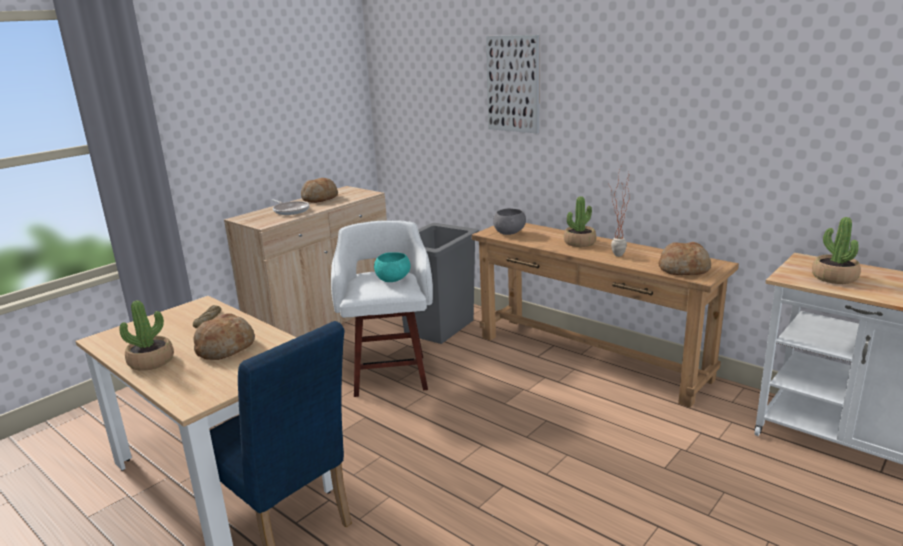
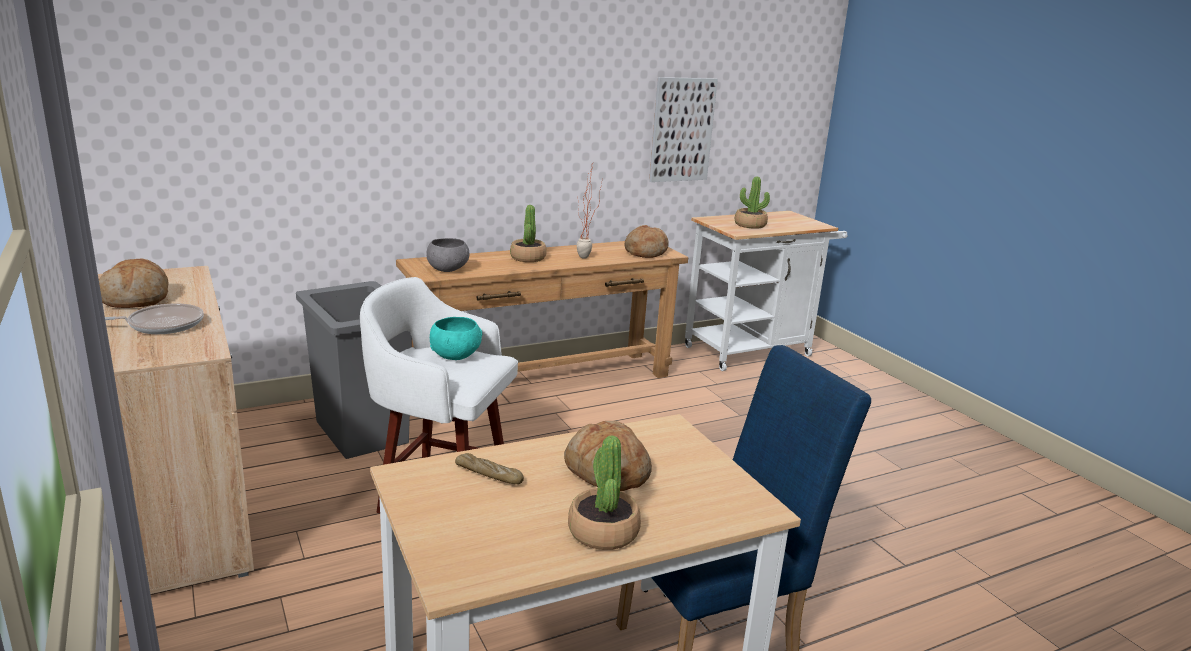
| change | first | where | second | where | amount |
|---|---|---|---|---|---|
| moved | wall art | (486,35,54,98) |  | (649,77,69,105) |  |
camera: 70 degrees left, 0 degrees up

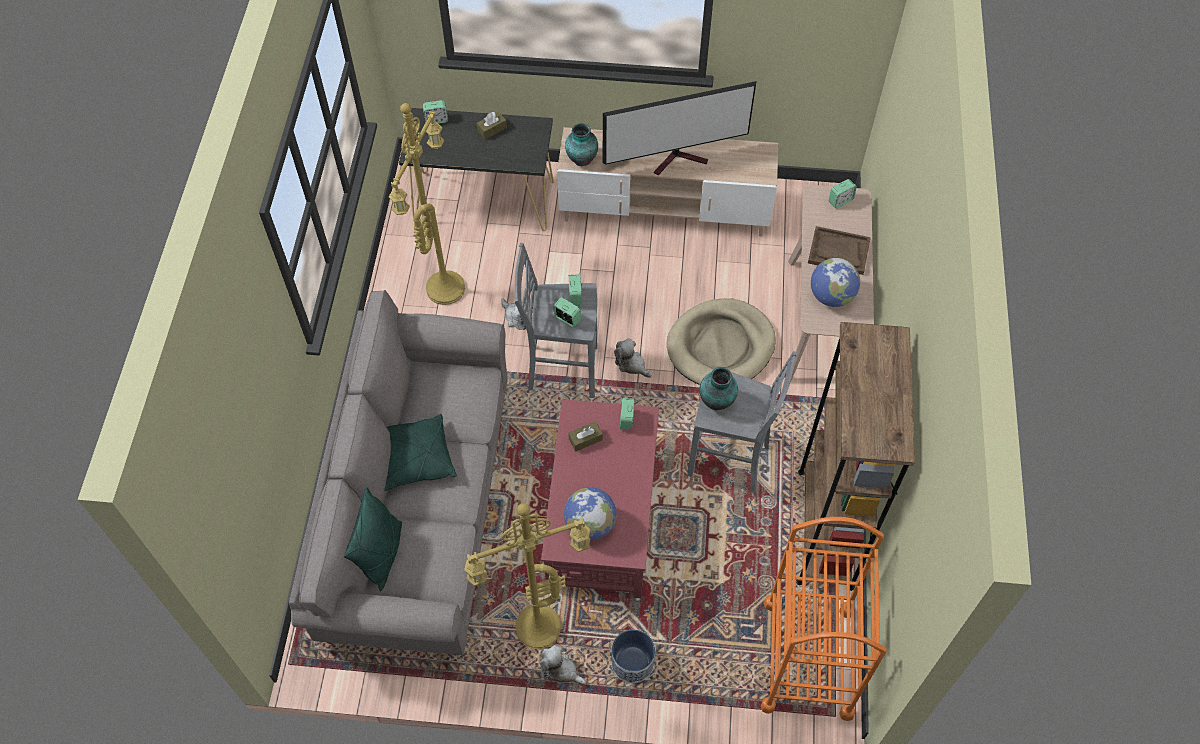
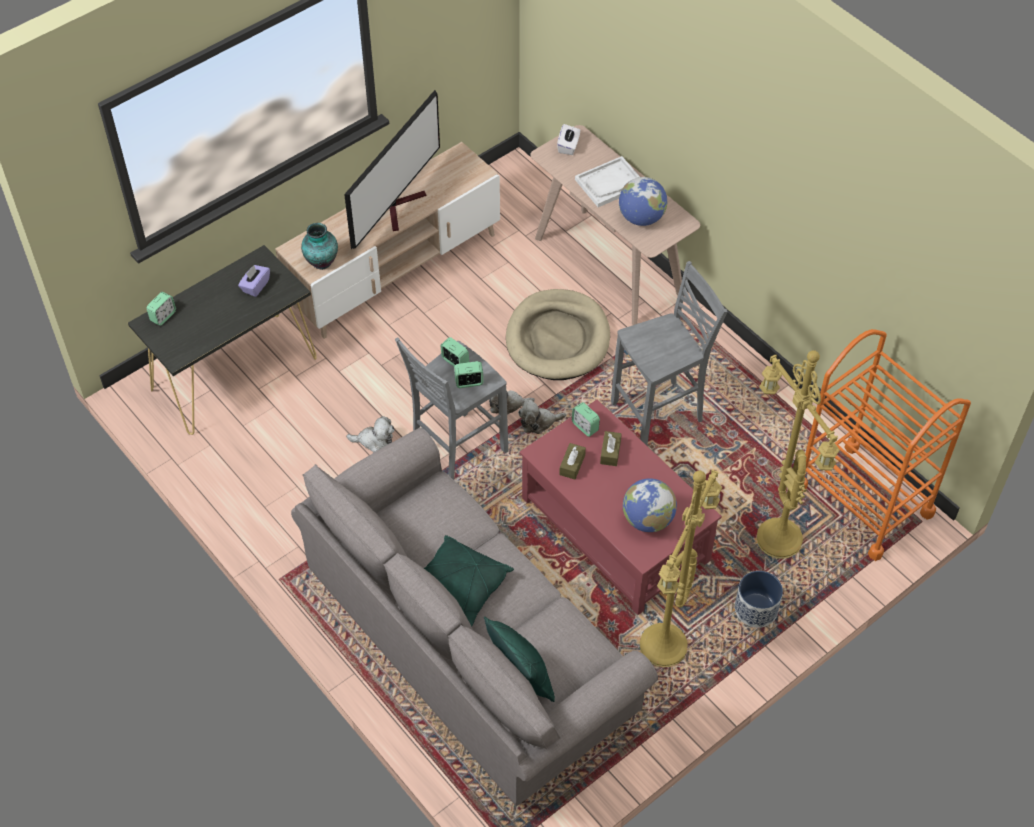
| change | first | where | second | where | amount |
|---|---|---|---|---|---|
| moved | yellow-coloured floor lamp | (389,103,76,202) |  | (756,350,84,209) |  |
| moved | brown-coloured box of tissues | (477,112,30,27) |  | (600,431,22,35) |  |
| replaced | bedside clock | (829,179,28,29) | whitish box of tissues | (557,124,23,31) |  |
| recoloured | brown-coloured serving tray | (808,226,63,49) | whitish serving tray | (575,156,65,51) |  |
| removed | brown-coloured shelving unit | (796,322,119,269) |  |  |  |
| removed | decorative vase | (699,367,39,43) |  |  |  |
| moved | cuddly toy | (540,645,46,40) |  | (518,399,48,35) |  |
| added |  |  | purple box of tissues | (238,265,32,32) |  |
camera: 45 degrees left, 5 degrees down

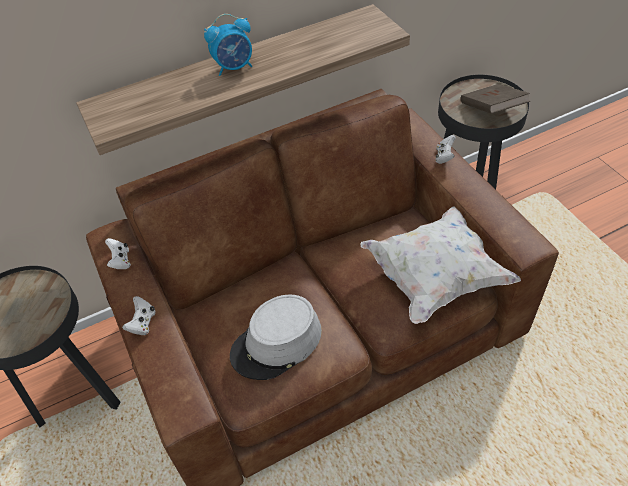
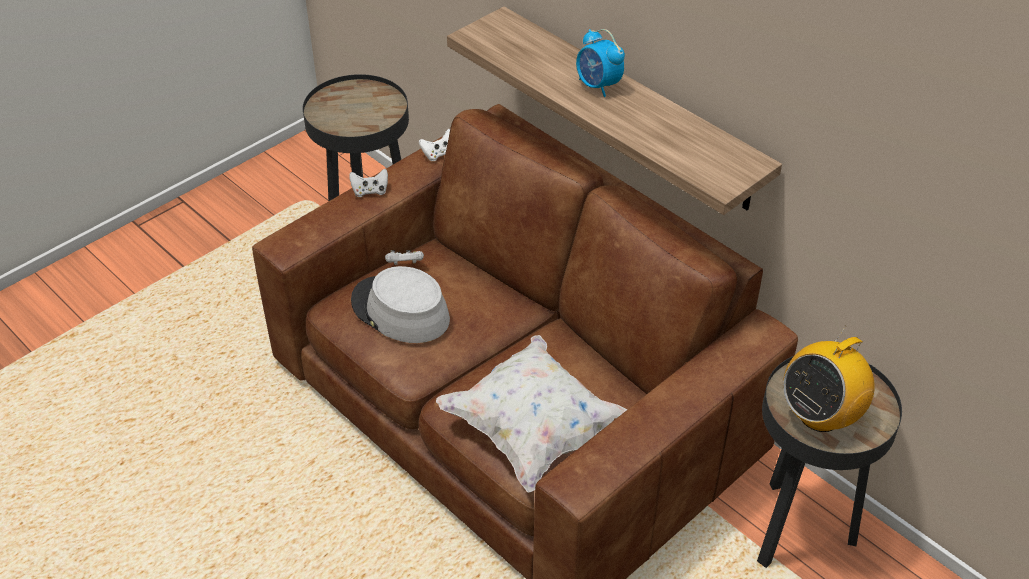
| change | first | where | second | where | amount |
|---|---|---|---|---|---|
| replaced | brown-coloured bound book | (460,84,70,30) | radio receiver | (783,325,92,107) |  |
| moved | whitish gamepad | (435,135,21,29) |  | (385,250,39,15) |  |
camera: 70 degrees right, 5 degrees down

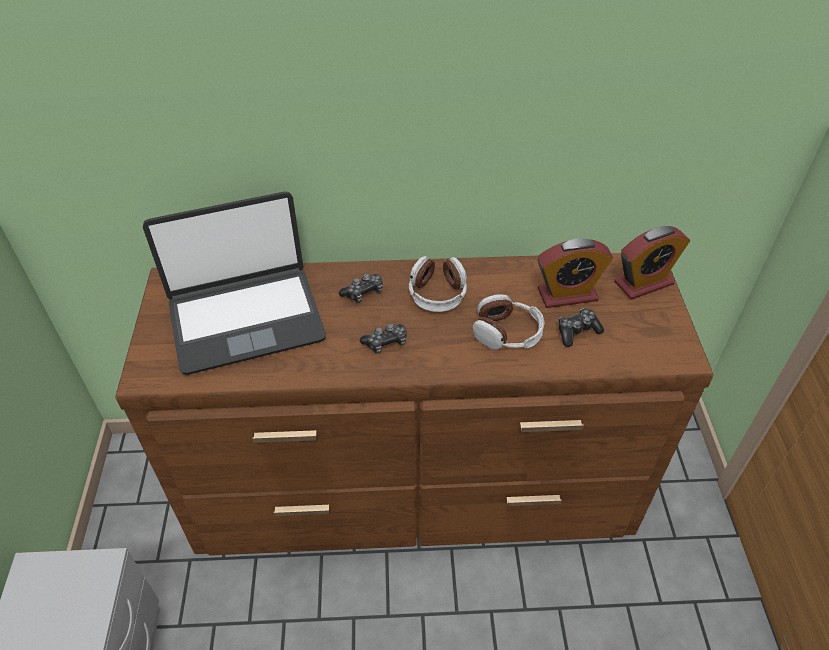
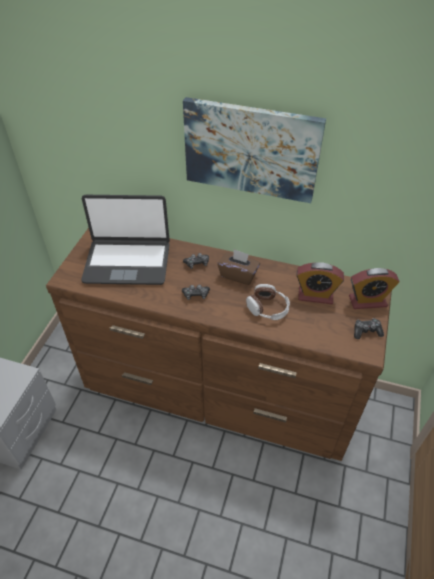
| change | first | where | second | where | amount |
|---|---|---|---|---|---|
| replaced | headphones | (409,256,58,56) | brown-coloured box of tissues | (217,249,43,36) |  |
| moved | gamepad | (559,308,45,39) |  | (354,318,30,21) |  |
| added |  |  | wall art | (183,97,143,106) |  |
camera: 20 degrees right, 0 degrees up

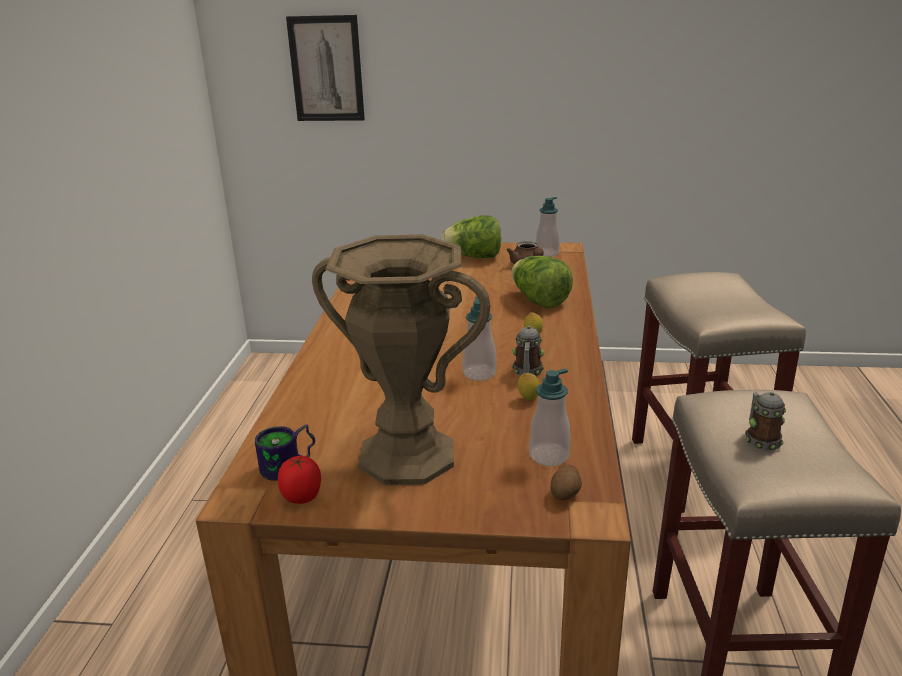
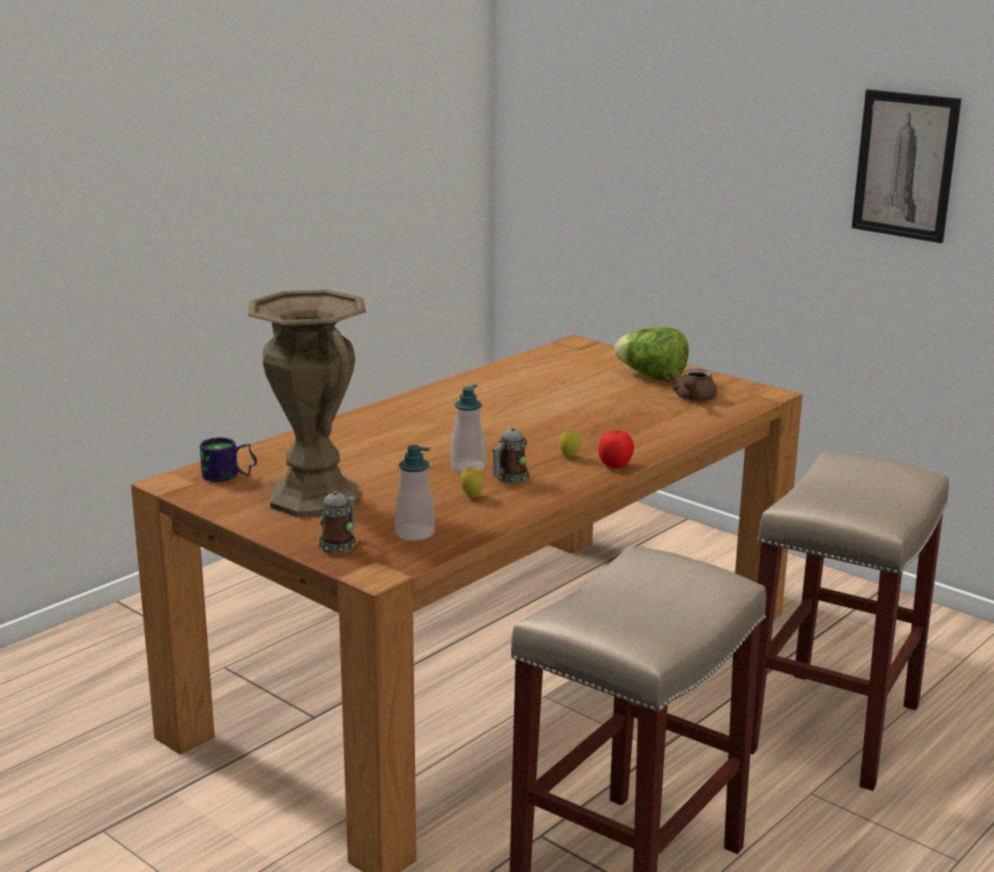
| change | first | where | second | where | amount |
|---|---|---|---|---|---|
| moved | wall art | (286,15,79,106) |  | (852,89,109,154) |  |
| removed | soap bottle | (536,197,24,60) |  |  |  |
| removed | lettuce | (511,256,62,53) |  |  |  |
| moved | coffee mug | (745,392,41,59) |  | (318,491,38,63) |  |
| moved | whole tomato | (278,456,43,48) |  | (598,430,36,38) |  |
| removed | potato | (550,464,32,36) |  |  |  |
camera: 35 degrees right, 5 degrees down

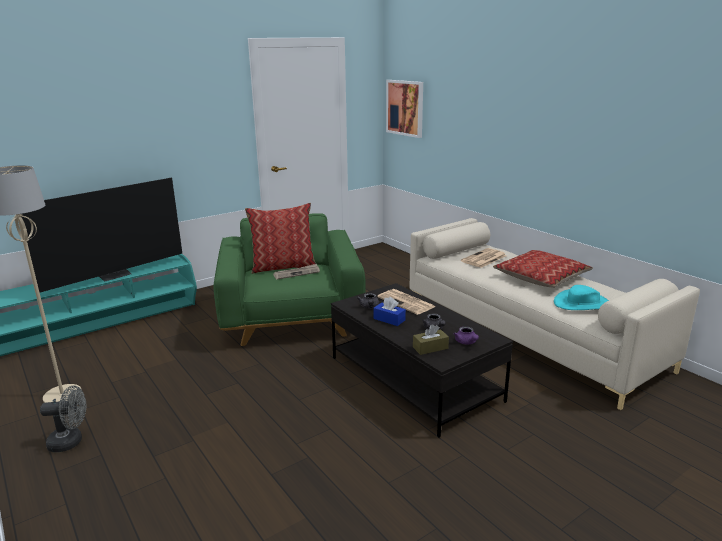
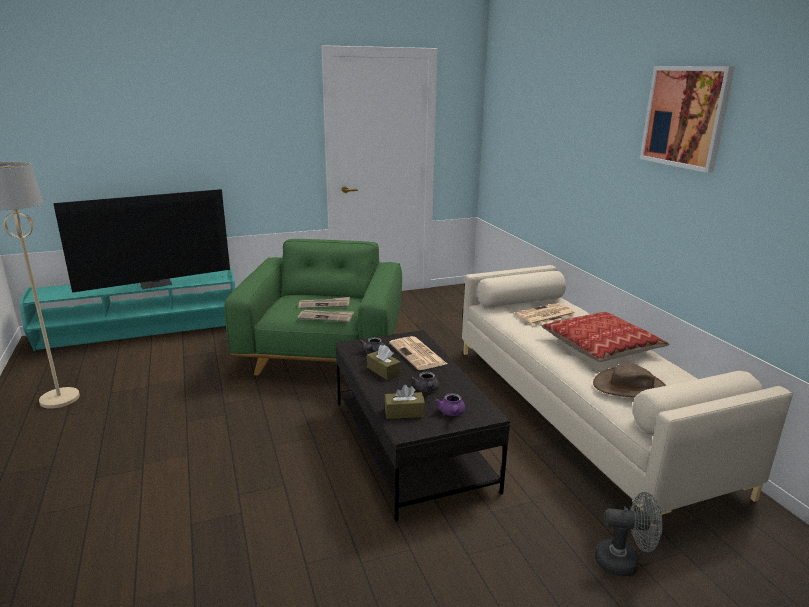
| change | first | where | second | where | amount |
|---|---|---|---|---|---|
| moved | wall art | (386,80,37,58) |  | (640,66,95,107) |  |
| removed | pillow | (245,203,71,71) |  |  |  |
| recoloured | turquoise-coloured wearable hat | (554,285,55,25) | brown-coloured wearable hat | (593,363,74,34) |  |
| recoloured | blue-coloured box of tissues | (373,297,33,29) | brown-coloured box of tissues | (367,345,34,35) |  |
| moved | greyish cooling fan | (40,385,46,67) |  | (595,492,68,85) |  |
| added |  |  | newspaper | (298,310,56,12) |  |
camera: 15 degrees right, 0 degrees up

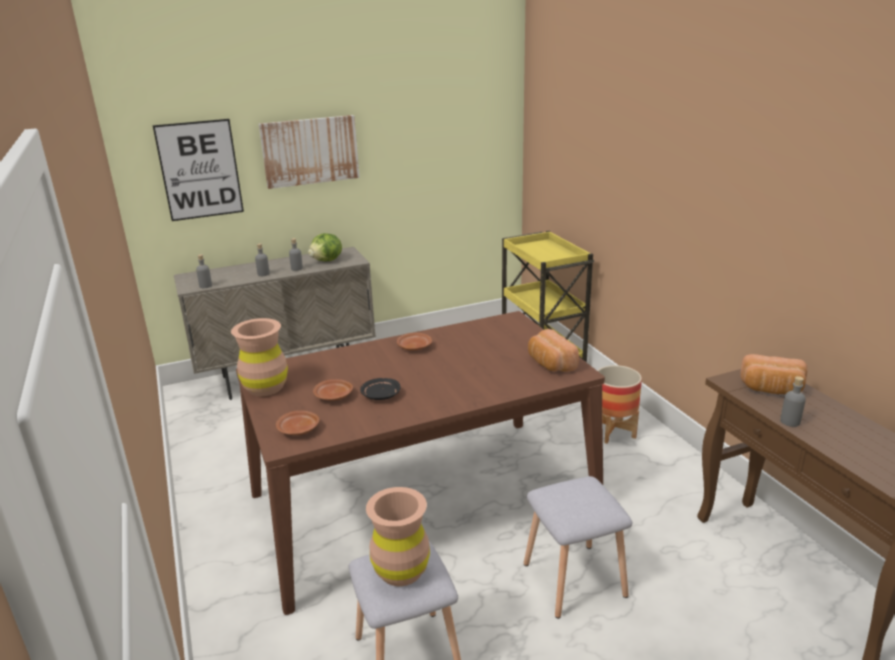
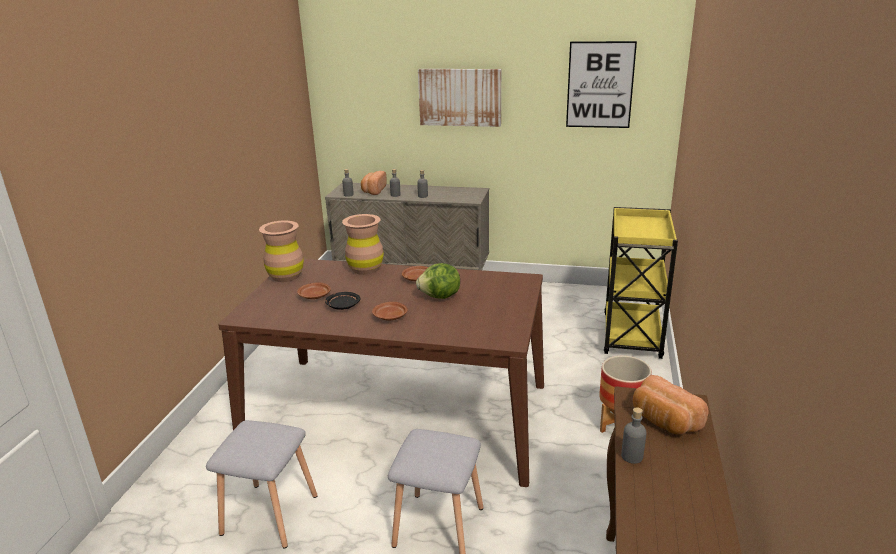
| change | first | where | second | where | amount |
|---|---|---|---|---|---|
| moved | wall art | (153,119,91,102) |  | (566,41,71,87) |  |
| moved | lettuce | (308,233,34,29) |  | (416,263,44,36) |  |
| moved | bakery bread | (528,329,51,43) |  | (361,171,26,24) |  |
| moved | brown-coloured plate | (276,410,43,25) |  | (372,302,36,19) |  |
| moved | brown-coloured decorative vase | (366,487,64,99) |  | (342,214,42,61) |  |
camera: 35 degrees right, 0 degrees up

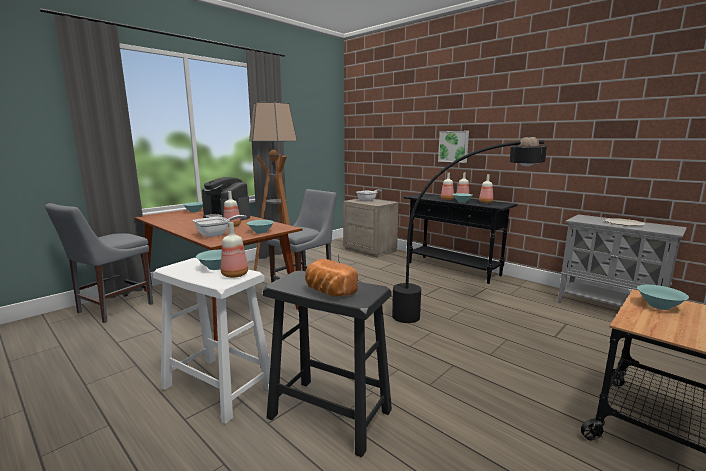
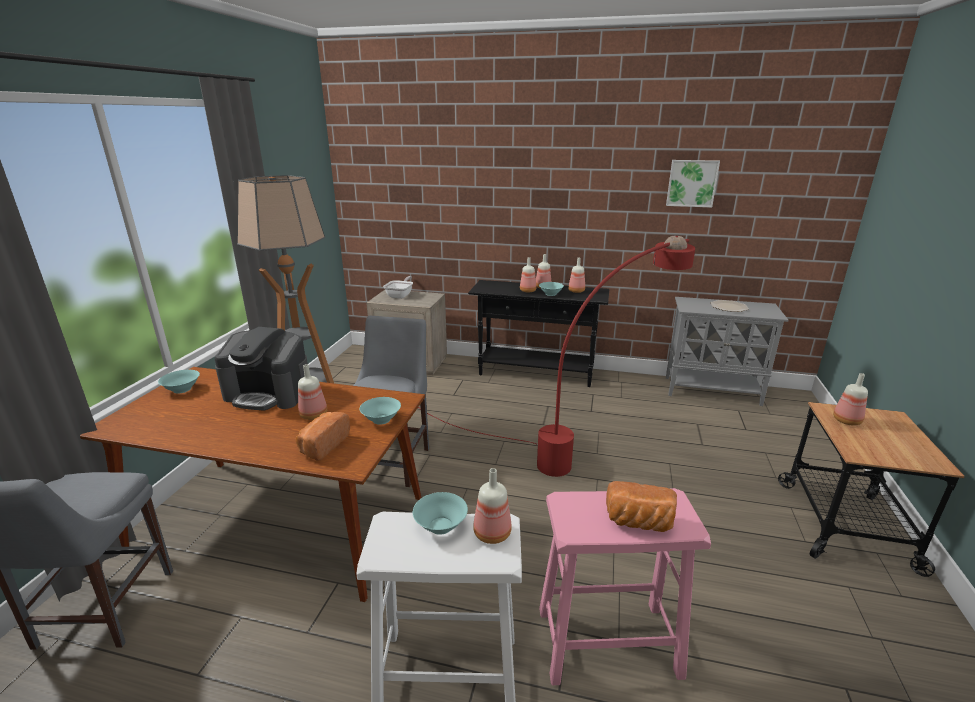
| change | first | where | second | where | amount |
|---|---|---|---|---|---|
| moved | wall art | (438,131,31,32) |  | (666,160,54,48) |  |
| recoloured | black floor lamp | (338,136,209,187) | red floor lamp | (418,236,277,241) |  |
| replaced | pan | (193,215,54,22) | bakery bread | (296,412,54,49) |  |
| recoloured | black stool seat | (263,271,129,187) | pinkish stool seat | (539,488,172,197) |  |
| replaced | turquoise-coloured serving bowl | (637,285,52,25) | bottle | (833,373,35,52) |  |
camera: 30 degrees left, 10 degrees up

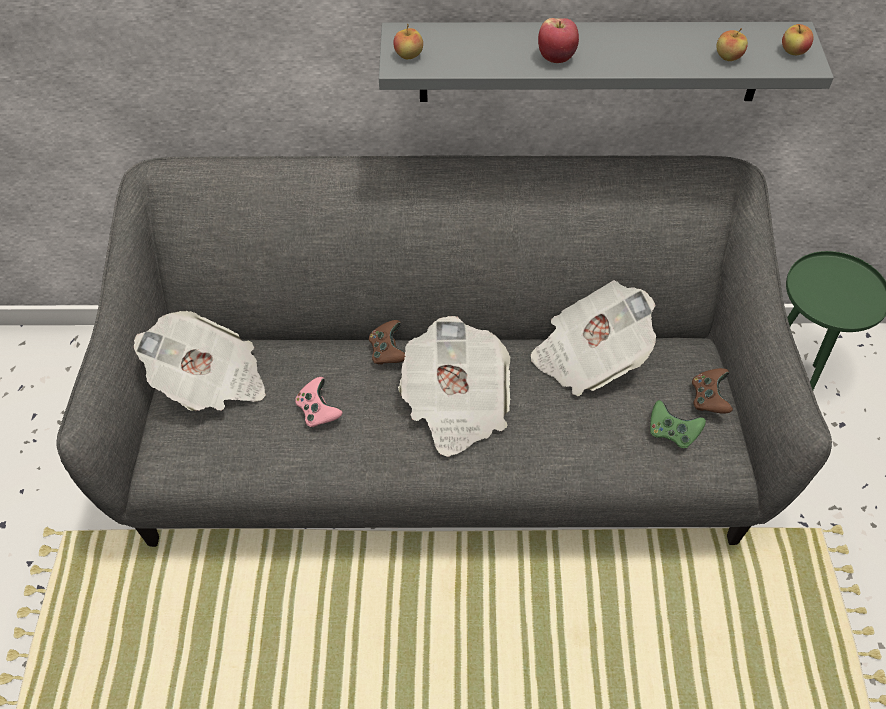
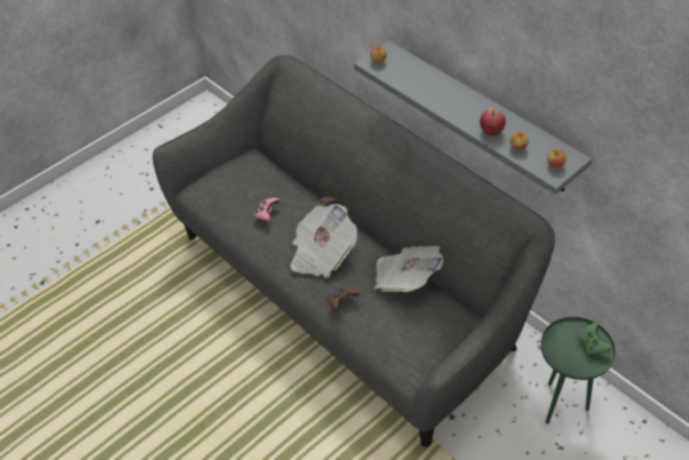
| change | first | where | second | where | amount |
|---|---|---|---|---|---|
| moved | apple | (538,18,41,45) |  | (480,108,26,28) |  |
| removed | newspaper | (134,311,132,101) |  |  |  |
| moved | brown-coloured gamepad | (692,368,41,46) |  | (327,286,33,24) |  |
| moved | greenish gamepad | (650,400,56,48) |  | (579,322,34,32) |  |
camera: 50 degrees right, 5 degrees down

